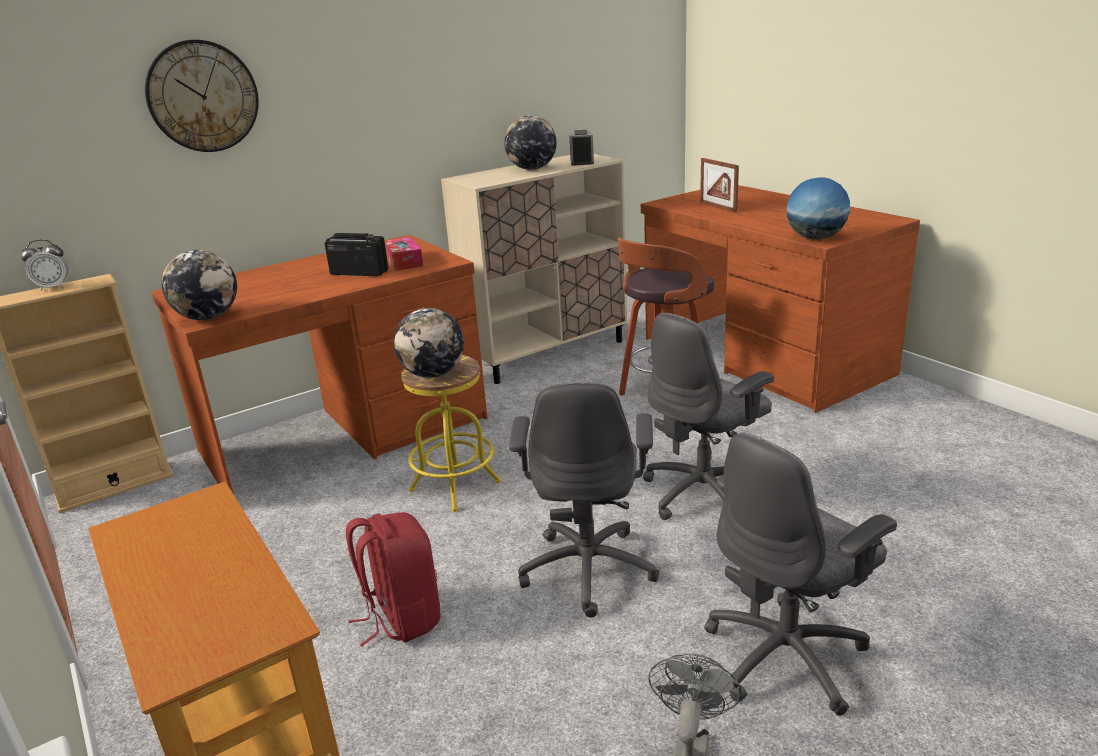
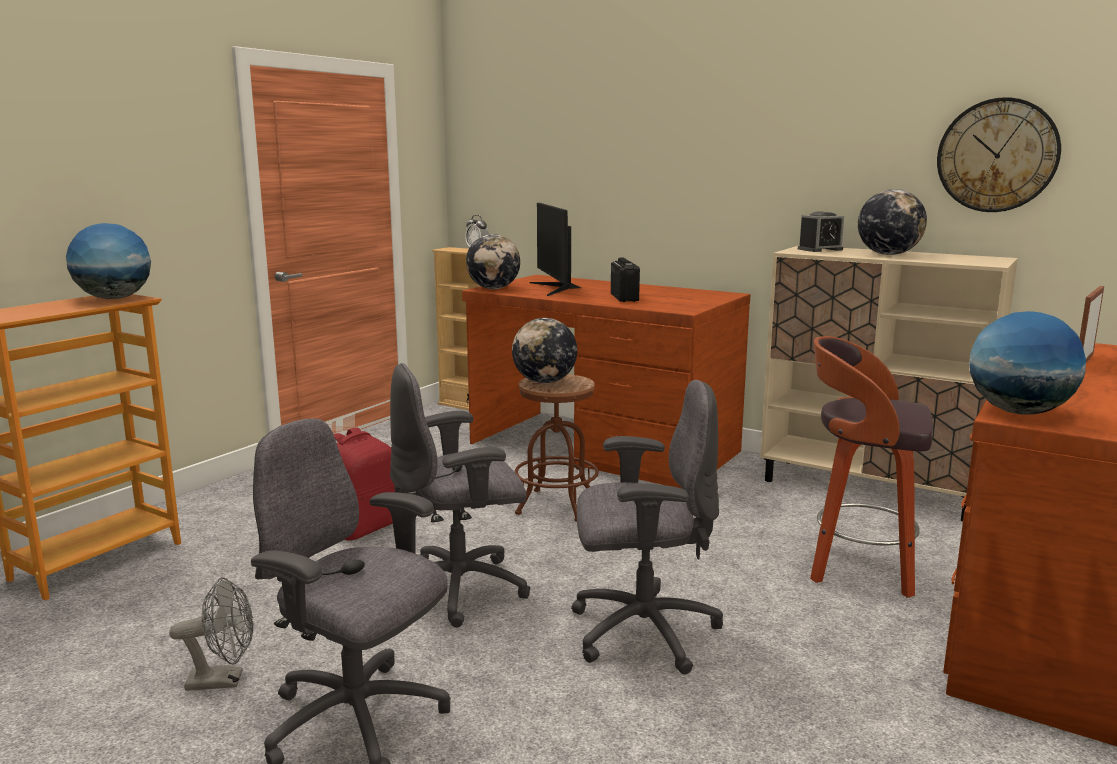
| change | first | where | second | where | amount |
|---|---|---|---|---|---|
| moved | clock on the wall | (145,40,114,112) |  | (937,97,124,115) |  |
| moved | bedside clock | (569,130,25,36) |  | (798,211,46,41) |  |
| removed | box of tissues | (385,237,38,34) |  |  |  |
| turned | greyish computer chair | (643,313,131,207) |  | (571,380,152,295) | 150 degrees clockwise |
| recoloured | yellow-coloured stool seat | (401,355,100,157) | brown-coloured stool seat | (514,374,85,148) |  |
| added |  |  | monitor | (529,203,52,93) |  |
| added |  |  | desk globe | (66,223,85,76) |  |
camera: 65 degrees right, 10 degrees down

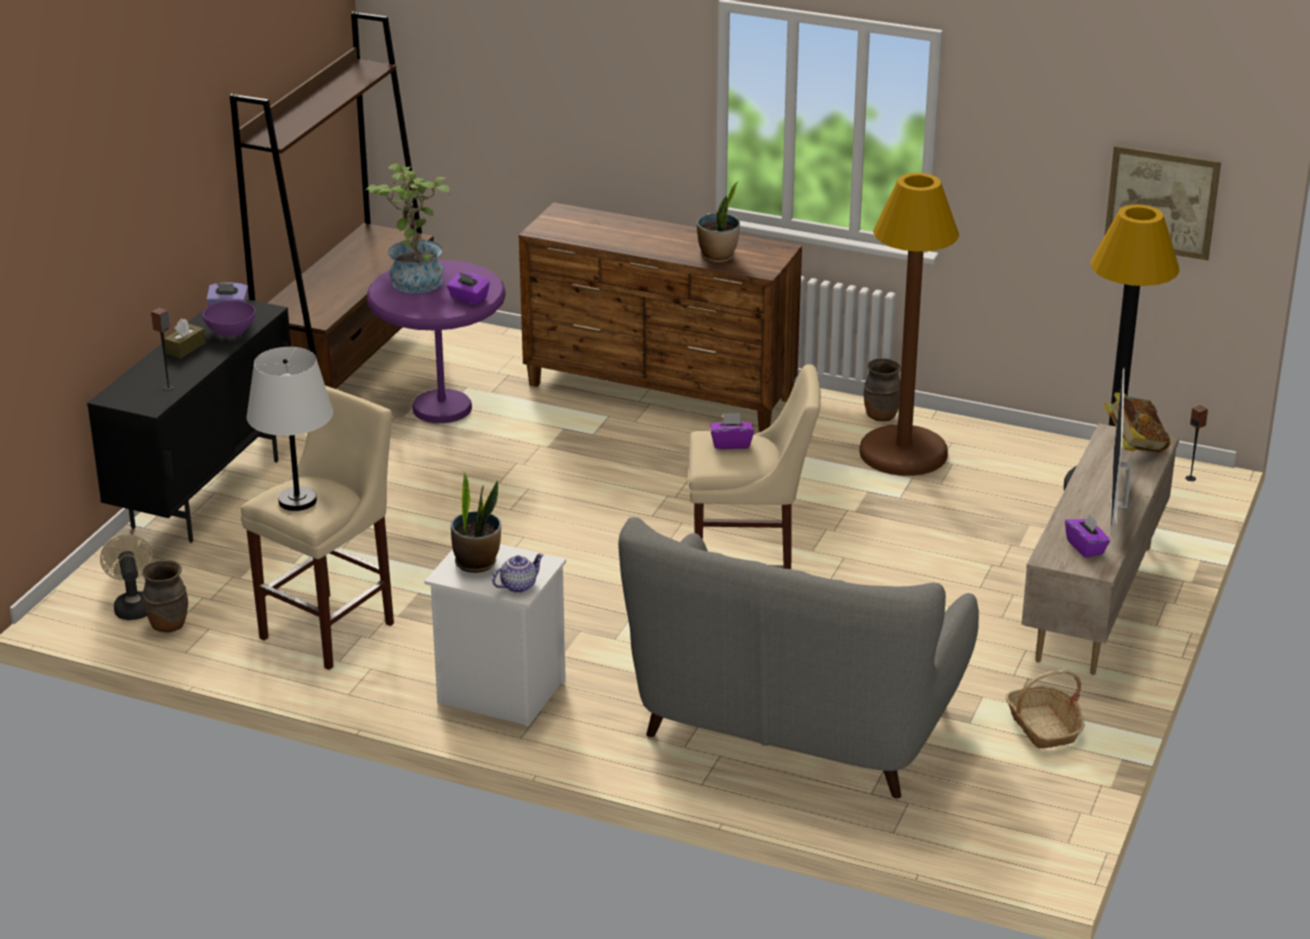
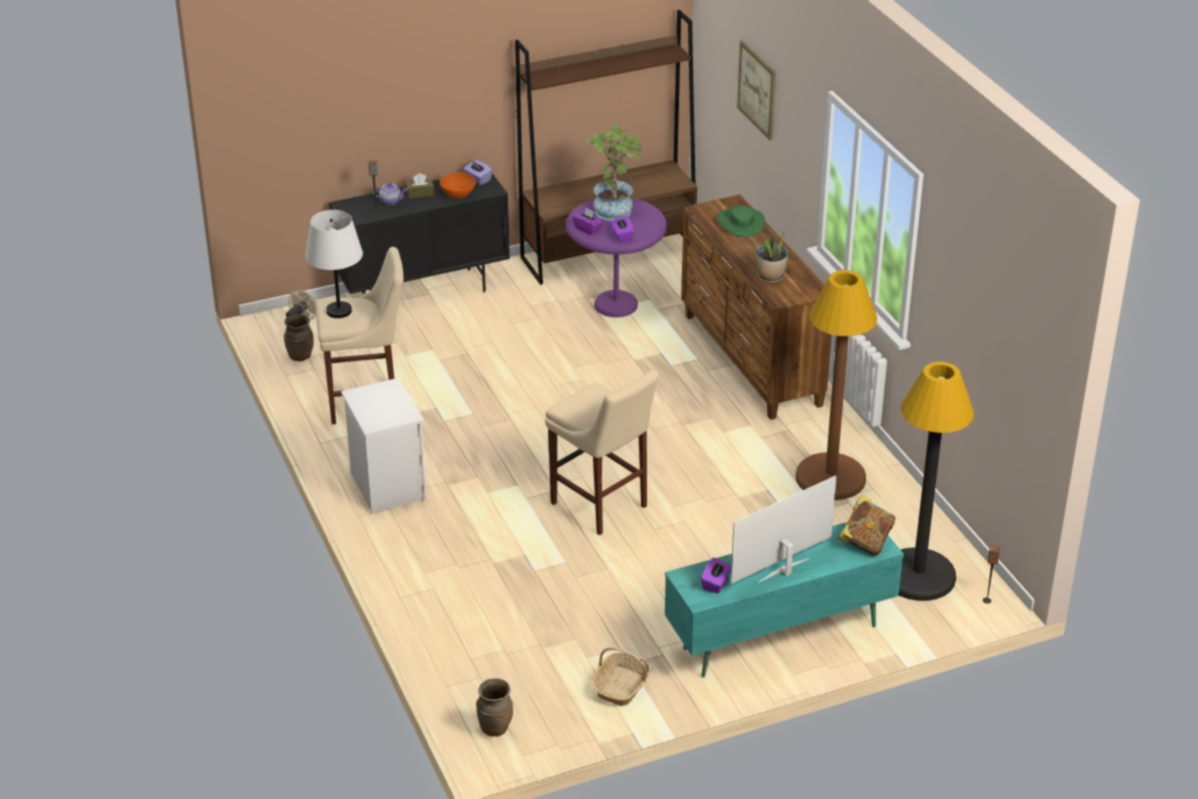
| change | first | where | second | where | amount |
|---|---|---|---|---|---|
| moved | wall art | (1105,145,116,115) |  | (737,41,39,99) |  |
| recoloured | purple serving bowl | (203,300,52,37) | orange-coloured serving bowl | (440,173,36,26) |  |
| moved | brown-coloured decorative vase | (864,359,37,62) |  | (476,678,37,59) |  |
| moved | purple box of tissues | (710,413,44,36) |  | (572,208,31,27) |  |
| recoloured | sand-coloured tv stand | (1021,423,158,252) | turquoise-coloured tv stand | (665,522,239,156) |  |
| removed | potted plant | (451,472,50,101) |  |  |  |
| removed | greyish sofa | (618,517,361,281) |  |  |  |
| moved | tea pot | (492,554,52,39) |  | (372,183,36,22) |  |
| added |  |  | greenish wearable hat | (717,205,48,32) |  |
camera: 45 degrees right, 5 degrees up

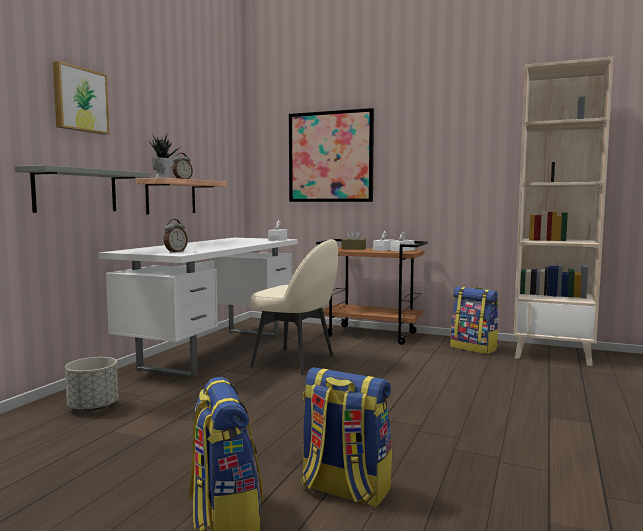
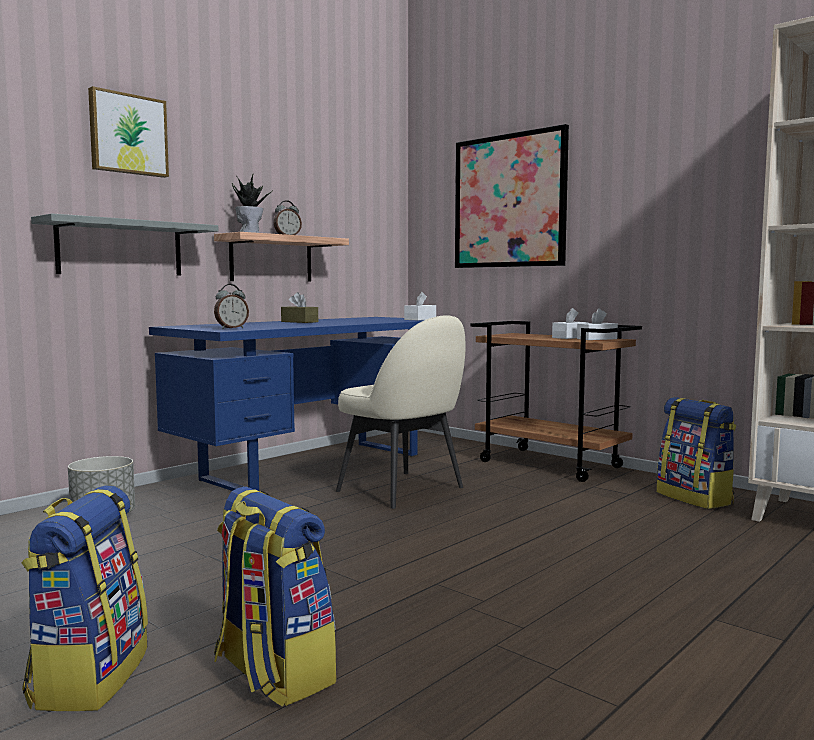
| change | first | where | second | where | amount |
|---|---|---|---|---|---|
| moved | brown-coloured box of tissues | (341,230,25,20) |  | (281,292,37,31) |  |
| recoloured | whitish desk table | (99,238,198,141) | blue-coloured desk table | (149,317,275,174) |  |
camera: 20 degrees right, 0 degrees up

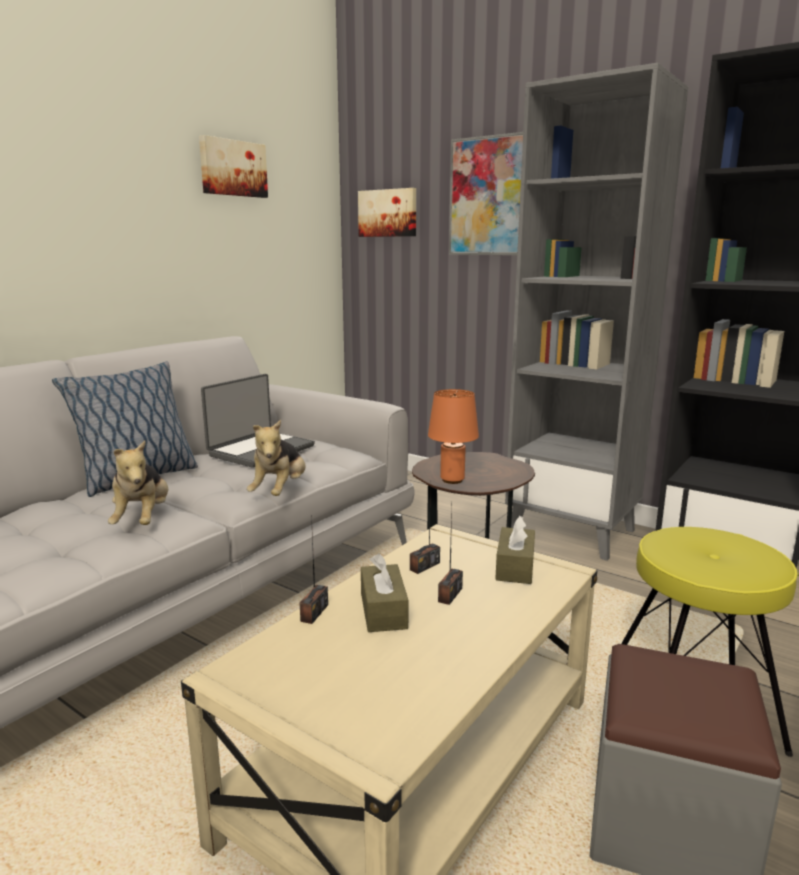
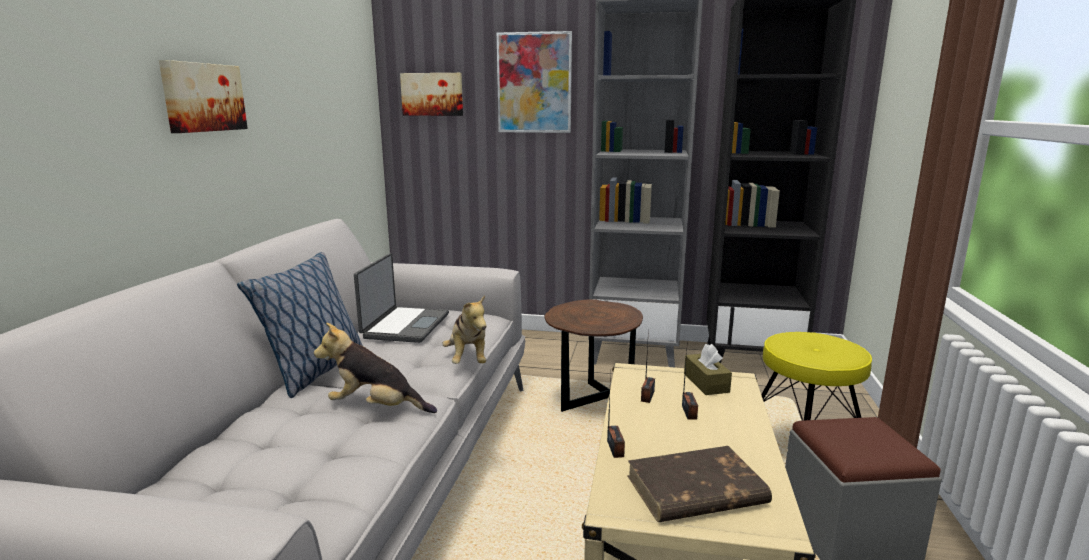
| change | first | where | second | where | amount |
|---|---|---|---|---|---|
| moved | wall art | (199,135,69,63) |  | (159,60,89,73) |  |
| removed | orange-coloured tabletop lamp | (428,389,51,95) |  |  |  |
| turned | cuddly toy | (108,440,60,85) |  | (314,322,123,91) | 135 degrees clockwise |
| removed | brown-coloured box of tissues | (361,553,47,79) |  |  |  |
| added |  |  | brown-coloured bound book | (627,446,145,76) |  |
camera: 25 degrees left, 0 degrees up

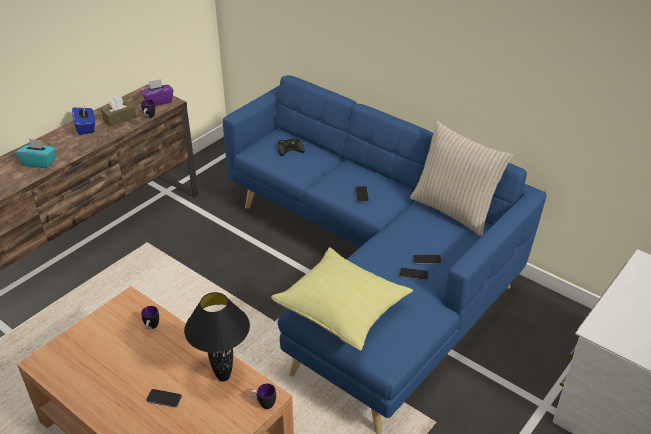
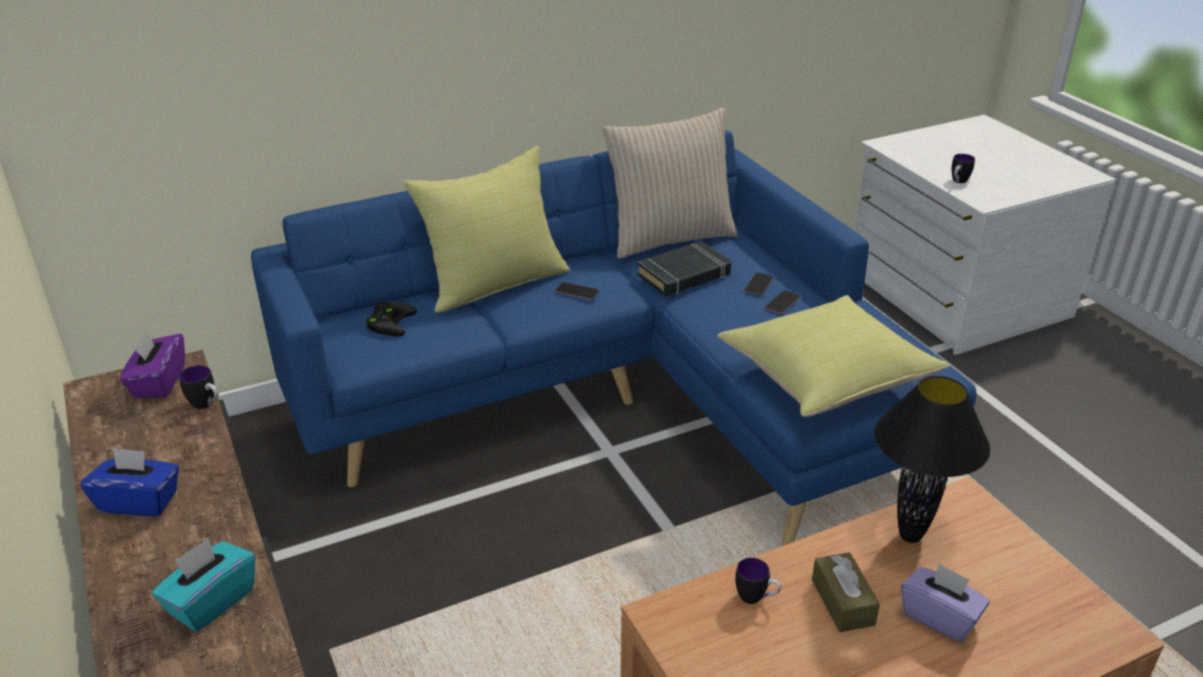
| change | first | where | second | where | amount |
|---|---|---|---|---|---|
| moved | brown-coloured box of tissues | (101,97,35,30) |  | (812,552,68,80) |  |
| moved | coffee mug | (250,383,26,26) |  | (952,154,23,29) |  |
| replaced | handset | (146,389,36,18) | purple box of tissues | (901,563,89,79) |  |
| added |  |  | yellow-coloured pillow | (403,146,167,167) |  |
| added |  |  | black bound book | (637,241,95,55) |  |
camera: 65 degrees left, 5 degrees down

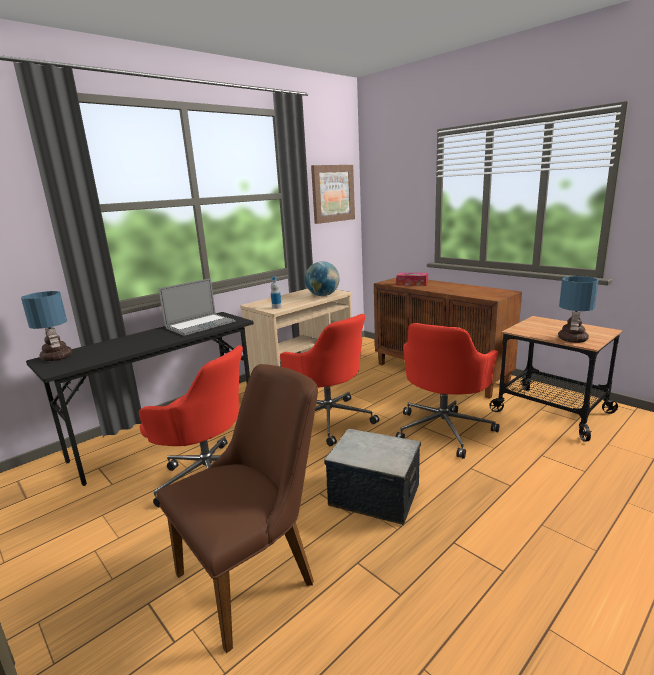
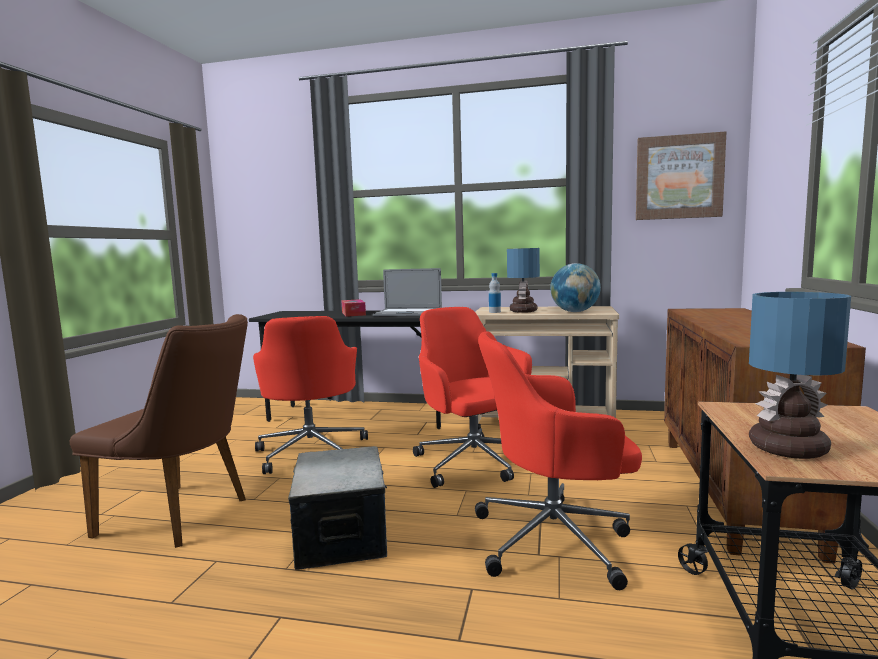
| change | first | where | second | where | amount |
|---|---|---|---|---|---|
| moved | box of tissues | (396,273,32,13) |  | (341,299,25,18) |  |
| moved | tabletop lamp | (21,291,51,70) |  | (507,248,33,65) |  |
| turned | red computer chair | (280,314,99,132) |  | (413,307,119,181) | 135 degrees clockwise |
camera: 55 degrees right, 10 degrees down

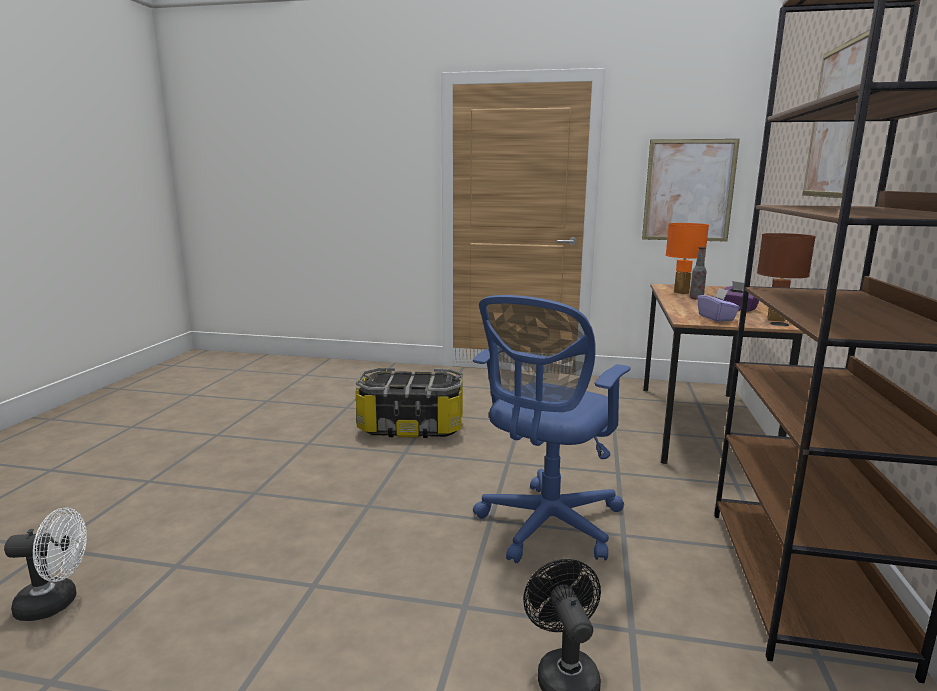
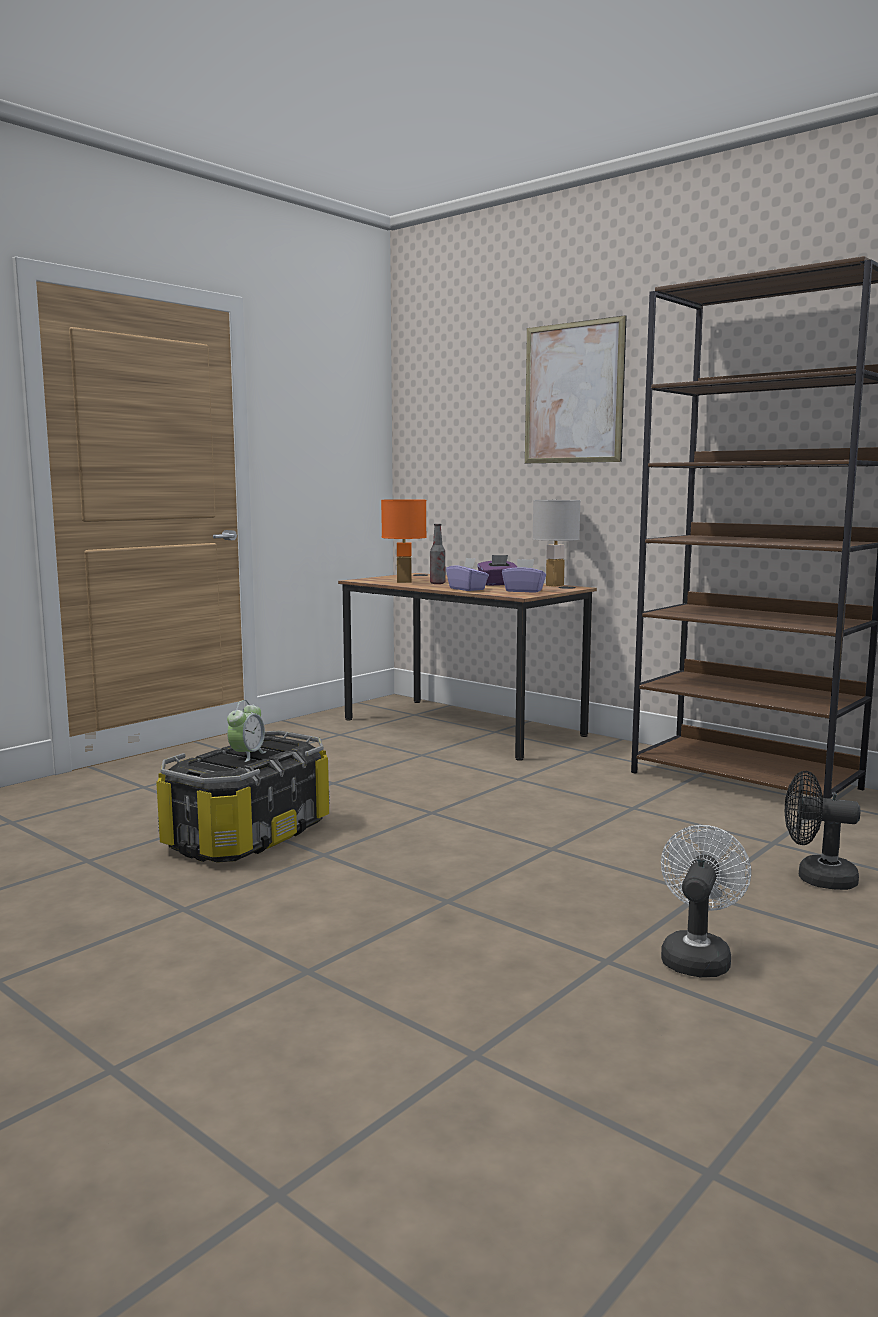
| change | first | where | second | where | amount |
|---|---|---|---|---|---|
| removed | wall art | (642,139,98,103) |  |  |  |
| recoloured | brown-coloured tabletop lamp | (757,233,59,89) | whitish tabletop lamp | (533,500,48,87) |  |
| removed | blue-coloured computer chair | (473,295,158,268) |  |  |  |
| moved | whitish cooling fan | (4,507,83,114) |  | (661,825,90,152) |  |
| added |  |  | purple box of tissues | (446,557,43,34) |  |
| added |  |  | bedside clock | (227,700,39,62) |  |
camera: 60 degrees left, 5 degrees down

